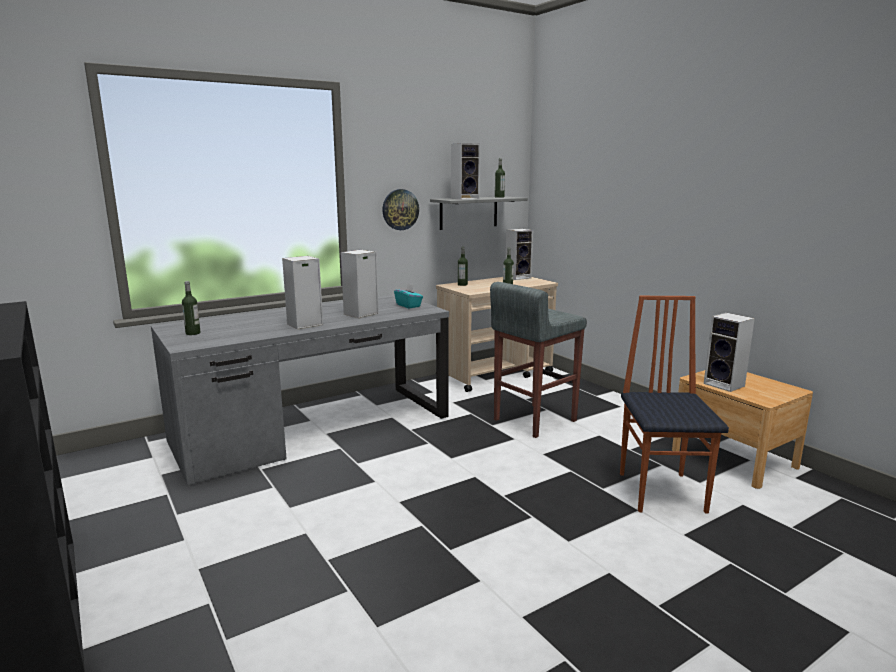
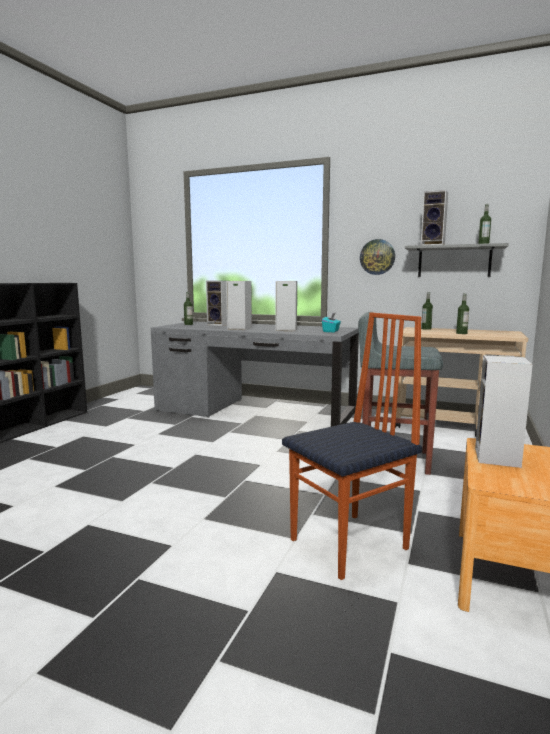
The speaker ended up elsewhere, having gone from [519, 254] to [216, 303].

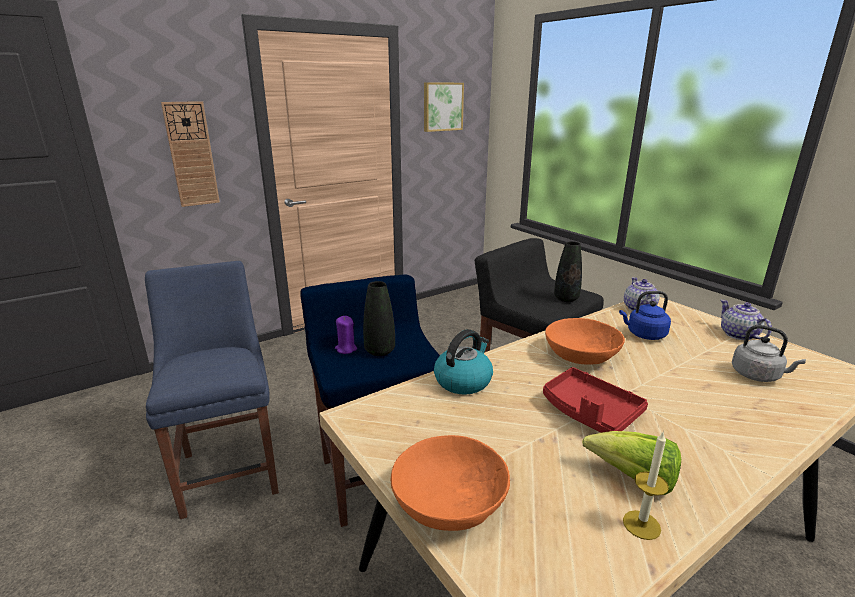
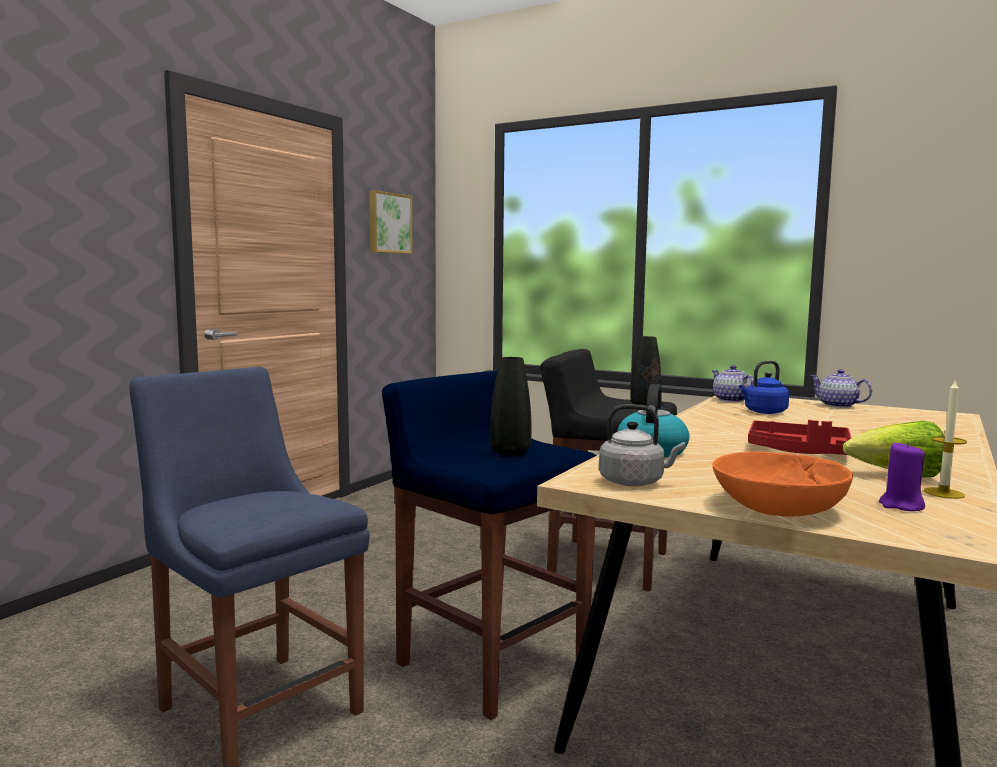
The second view lost the wall clock at [190, 154].
The candle in purple ended up elsewhere, having gone from [346, 335] to [902, 476].
The second view lost the bowl in orange at [585, 341].
The kettle in grey ended up elsewhere, having gone from [769, 353] to [642, 445].

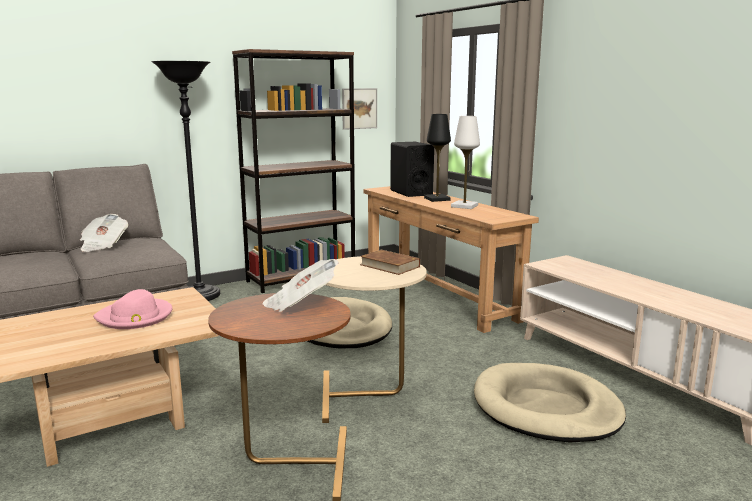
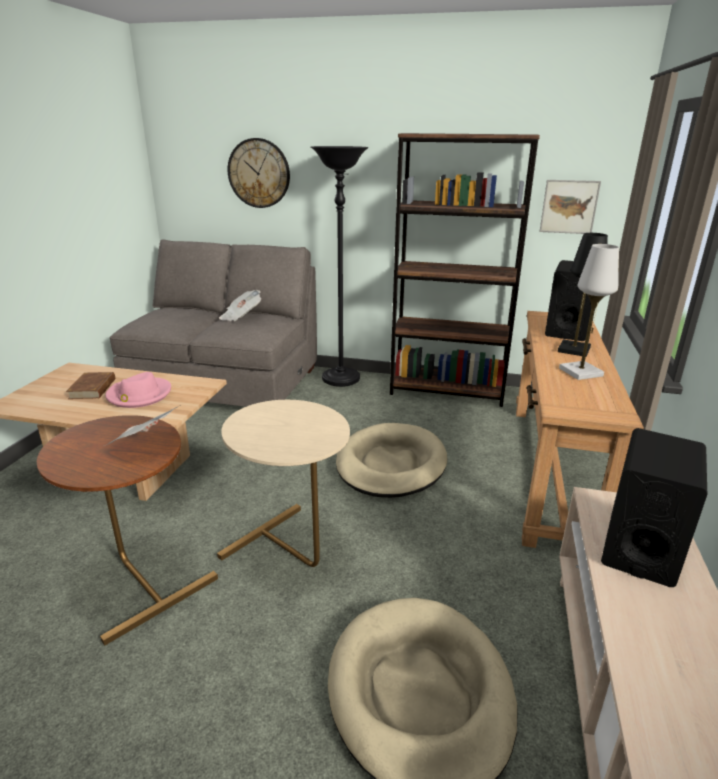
The book in brown ended up elsewhere, having gone from [390, 262] to [90, 385].
The second view gained the wall clock at [259, 173].
The second view gained the speaker in black at [654, 507].

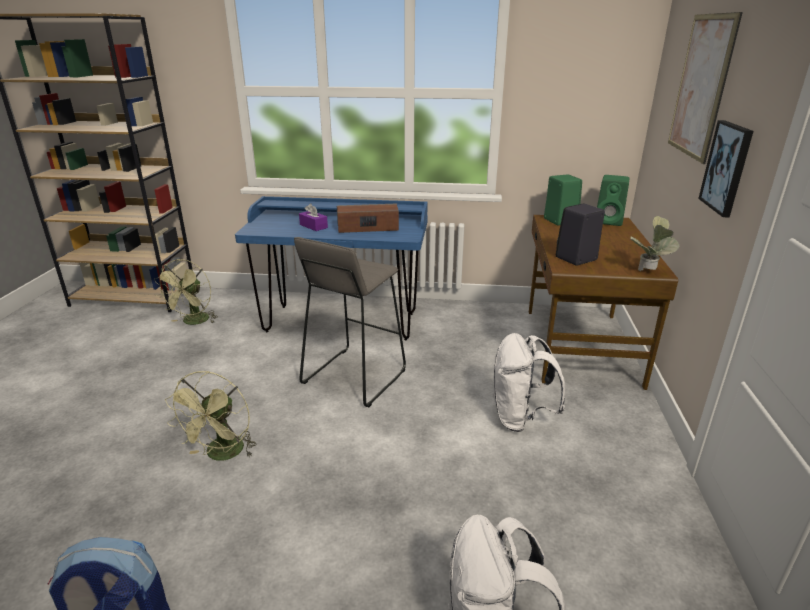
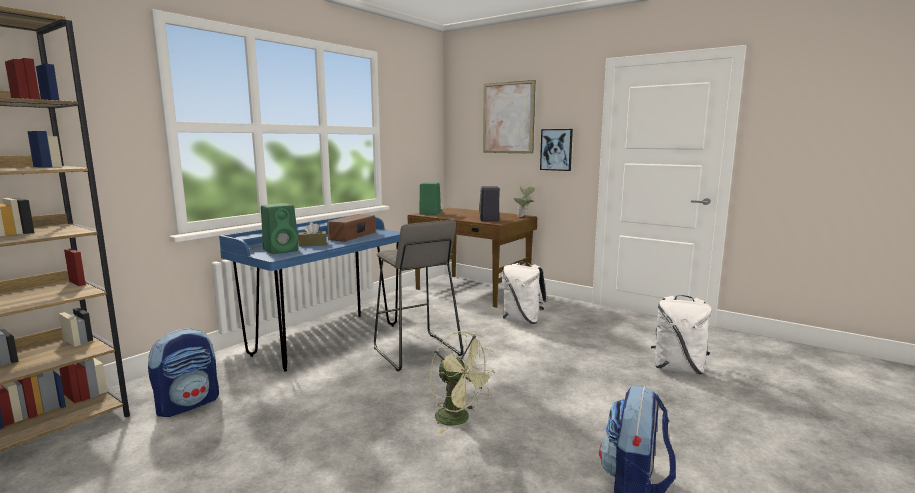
Where the fan in green stood at [186, 292], the backpack came to stand at [183, 372].
What was the tissue box in purple at [313, 217] turned into the tissue box in brown at [312, 234].
The speaker in green ended up elsewhere, having gone from [613, 200] to [280, 228].

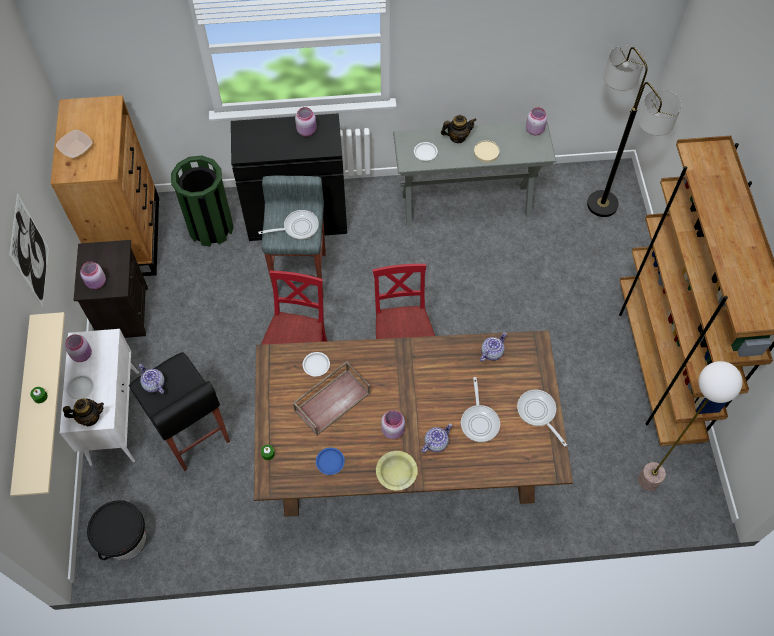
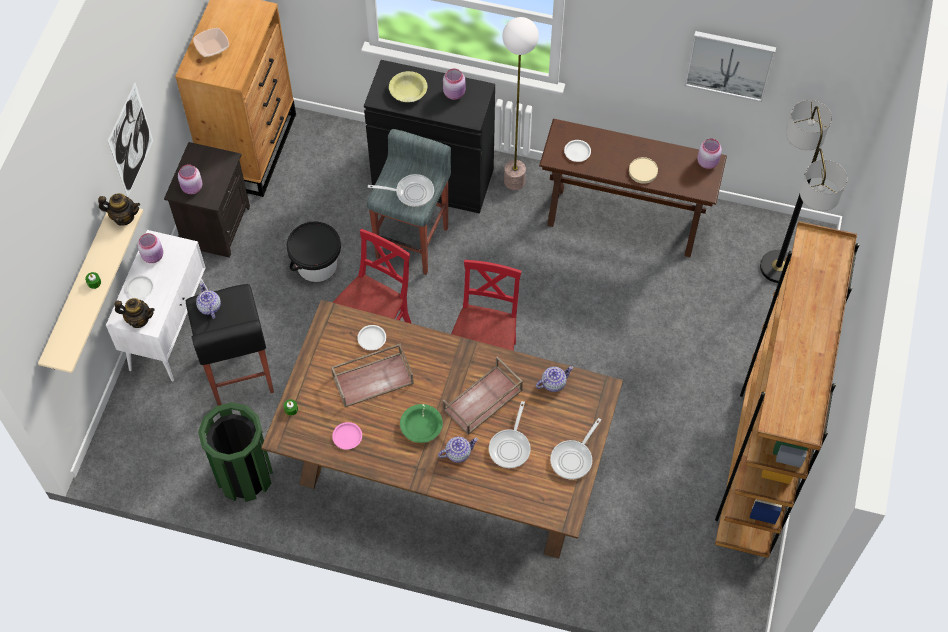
The bucket in black ended up elsewhere, having gone from [116, 530] to [314, 251].
The trash can in green ended up elsewhere, having gone from [202, 201] to [235, 452].
What was the plate in blue at [330, 461] turned into the plate in pink at [347, 435].
The bowl in yellow ended up elsewhere, having gone from [397, 470] to [408, 86].
Where the jar in pink stood at [393, 424], the bowl in green came to stand at [421, 423].
What was the console table in grey at [474, 174] turned into the console table in brown at [633, 188].
The teapot ended up elsewhere, having gone from [459, 129] to [119, 209].
The frying pan at [542, 418] ended up facing another way, 135 degrees counterclockwise from before.
The floor lamp ended up elsewhere, having gone from [690, 426] to [520, 103].
The second view gained the tray in brown at [483, 396].
The second view gained the picture at [730, 66].

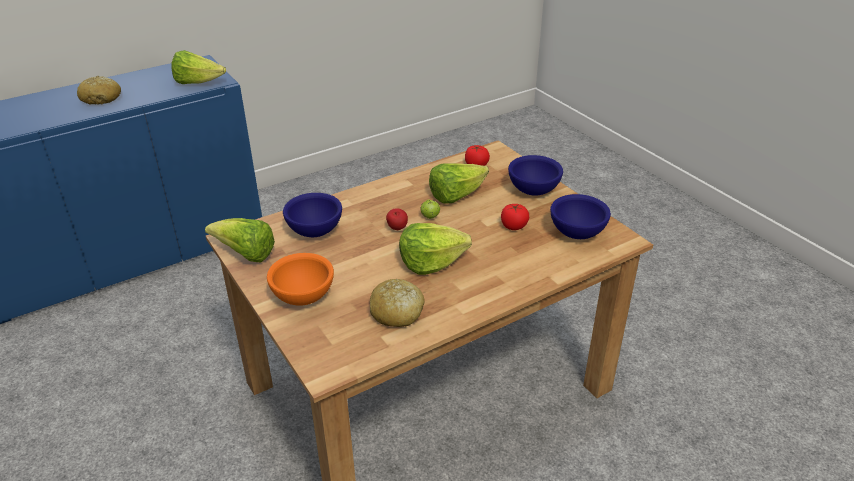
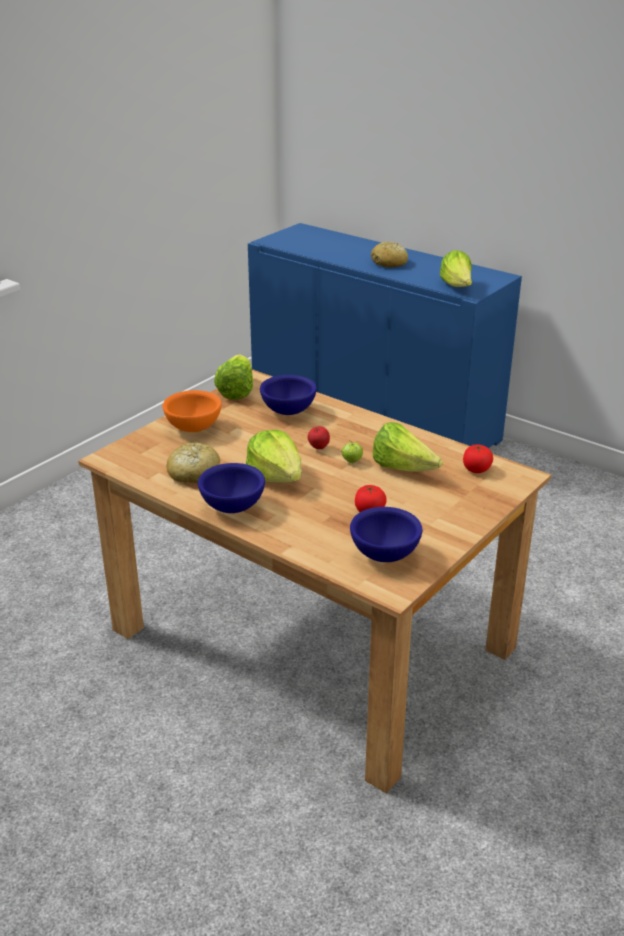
The bowl in blue ended up elsewhere, having gone from [535, 175] to [231, 488].

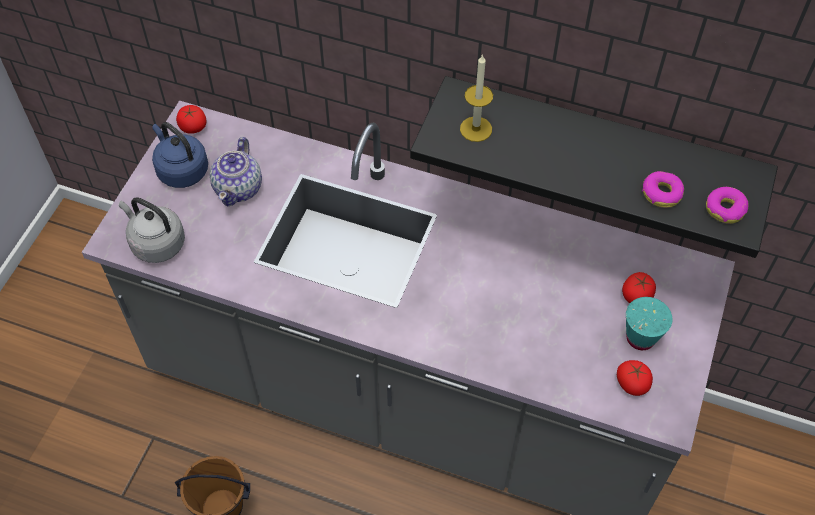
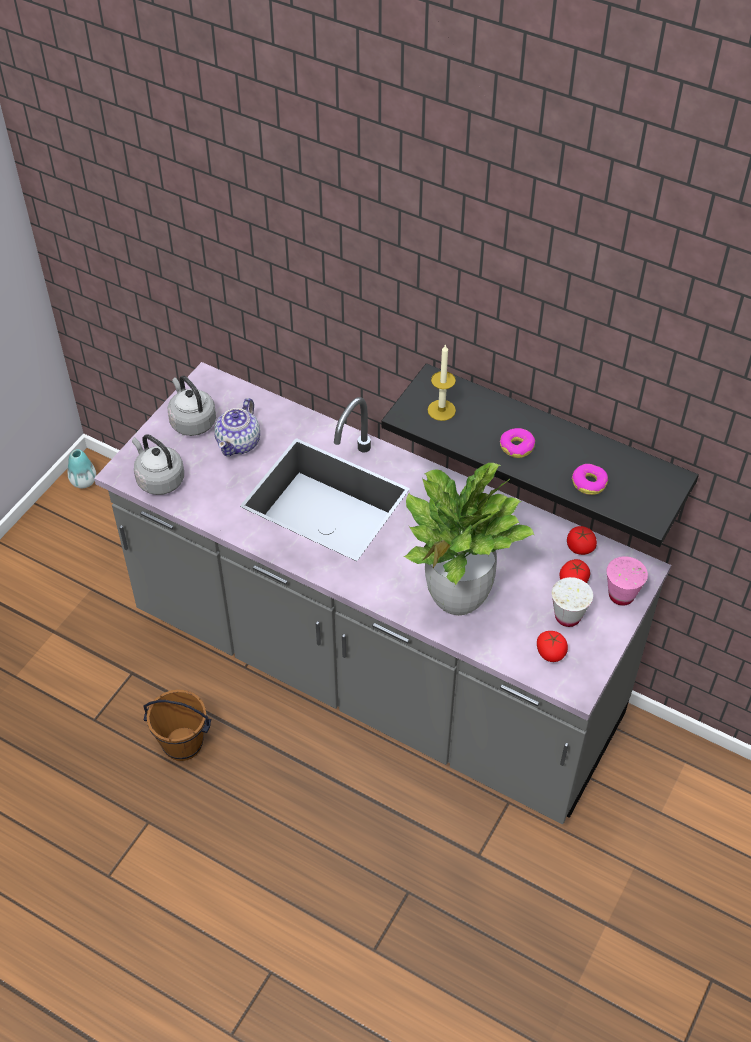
What was the kettle in blue at [180, 155] turned into the kettle in grey at [192, 406].
The tomato ended up elsewhere, having gone from [191, 119] to [582, 540].
What was the cup in turquoise at [649, 323] turned into the cup in white at [572, 602].
The donut ended up elsewhere, having gone from [727, 205] to [517, 443].
The second view gained the vase at [82, 468].
The second view gained the potted plant at [469, 539].
The second view gained the cup in pink at [627, 581].

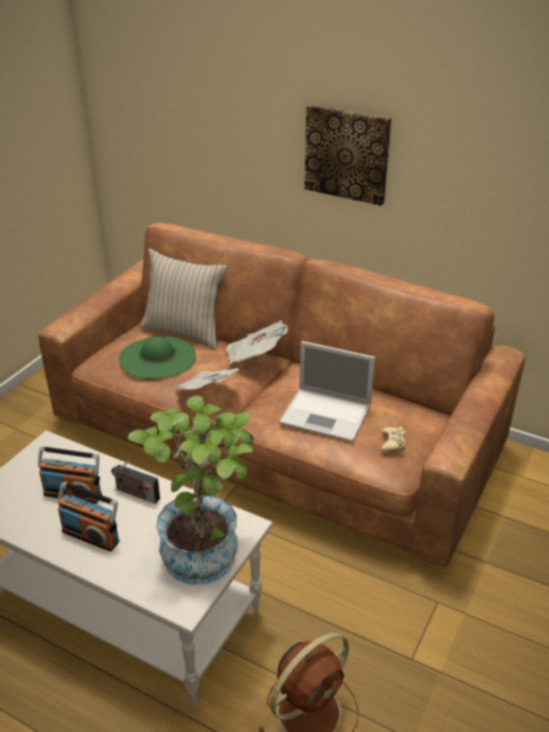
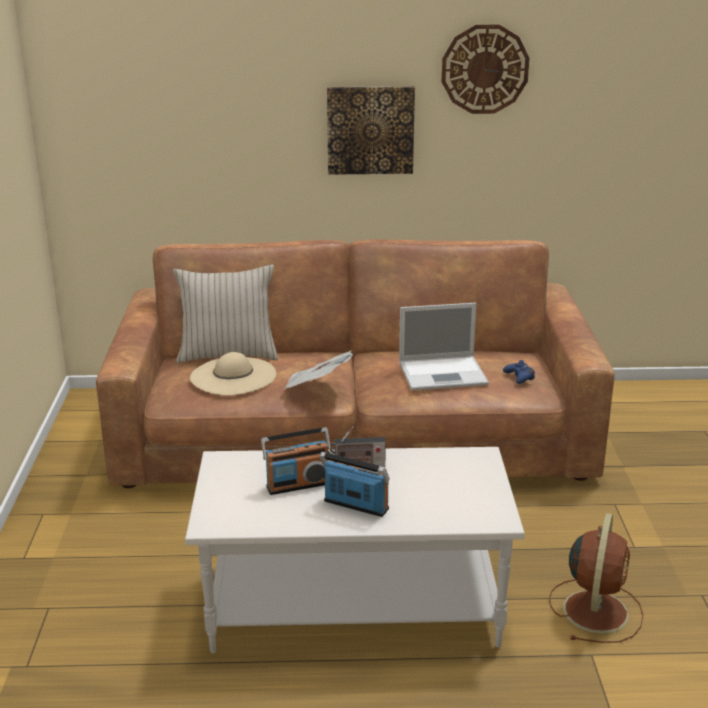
The radio at [88, 516] ended up facing another way, 150 degrees counterclockwise from before.
What was the hat in green at [157, 357] turned into the hat in beige at [233, 374].
The second view lost the potted plant at [191, 490].
The second view lost the newspaper at [257, 342].
What was the game controller in beige at [393, 439] turned into the game controller in blue at [519, 372].
The second view gained the wall clock at [485, 69].

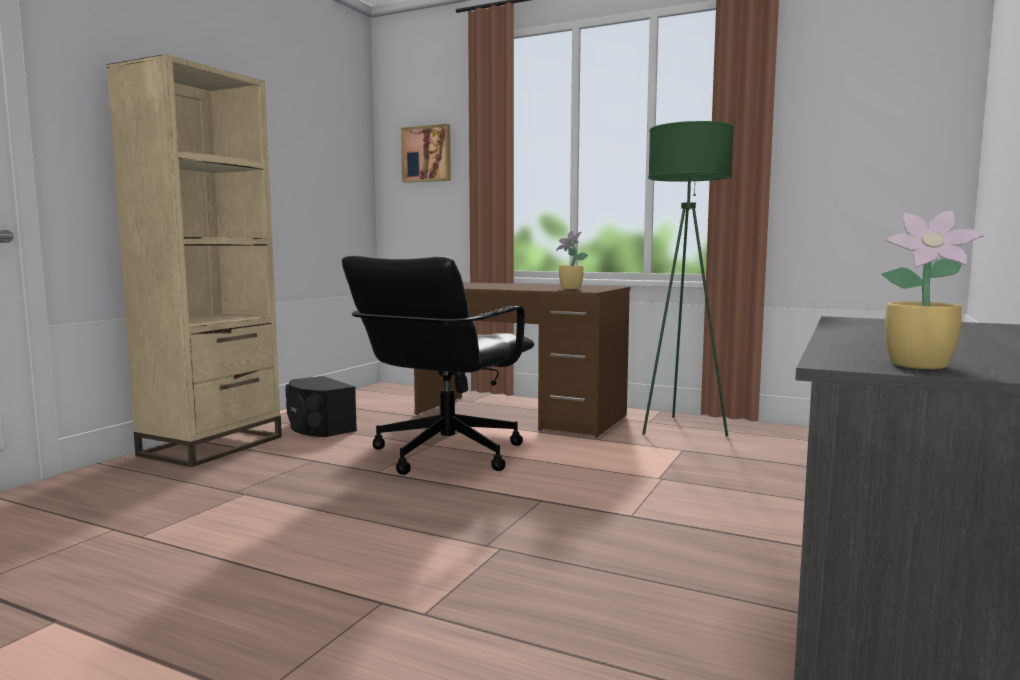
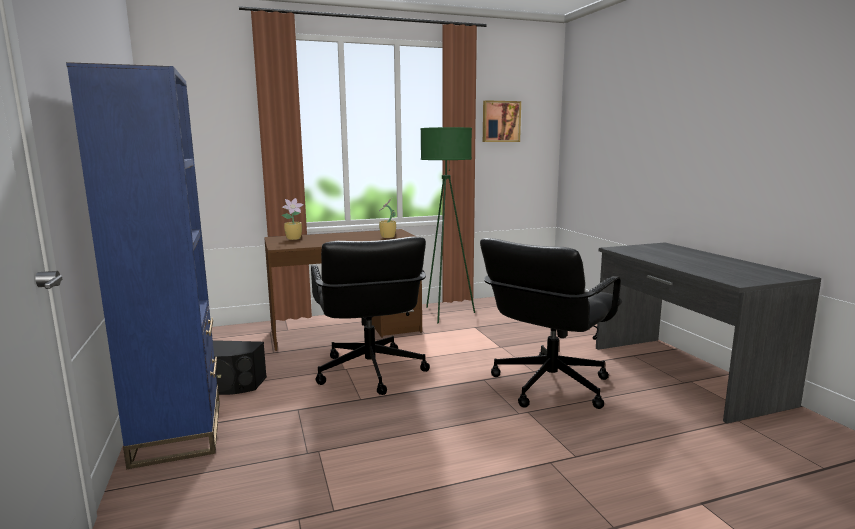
What was the bookcase in beige at [194, 260] turned into the bookcase in blue at [143, 265].
The picture ended up elsewhere, having gone from [426, 153] to [502, 121].
The potted plant ended up elsewhere, having gone from [932, 289] to [292, 219].
The second view gained the office chair in black at [551, 323].

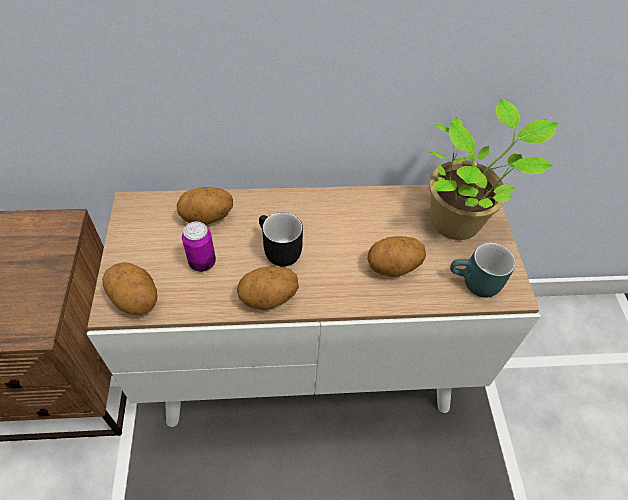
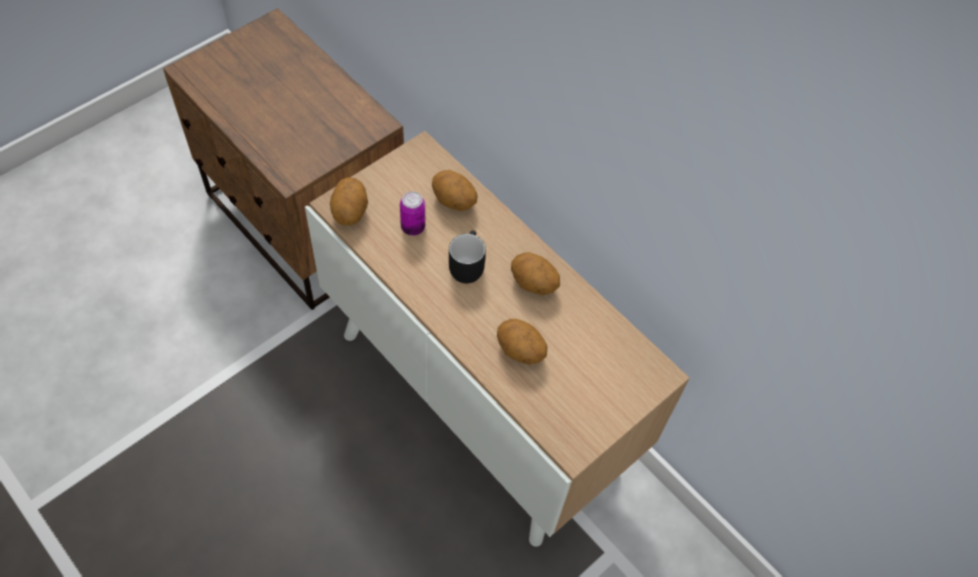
The potato ended up elsewhere, having gone from [268, 288] to [535, 273].
The second view lost the potted plant at [493, 169].
The second view lost the mug in turquoise at [483, 270].

